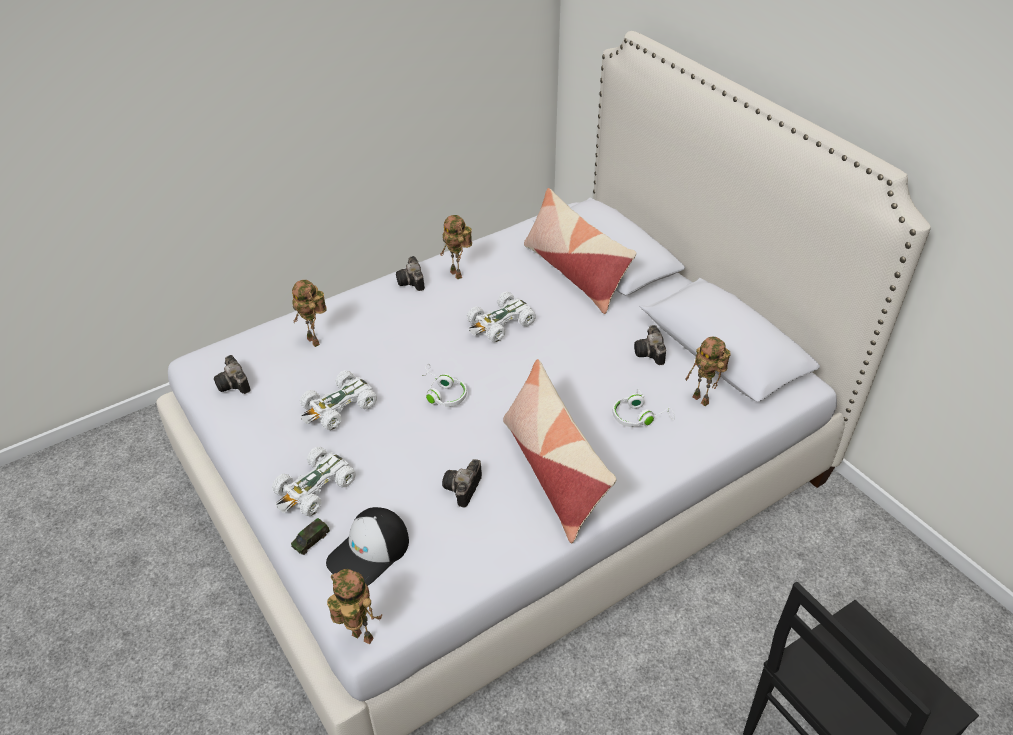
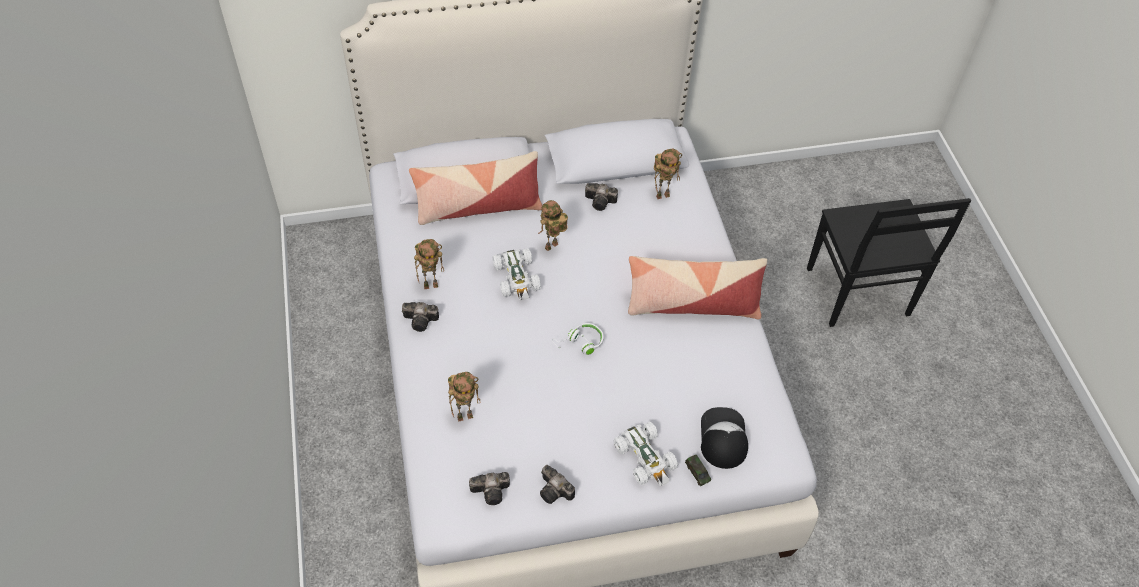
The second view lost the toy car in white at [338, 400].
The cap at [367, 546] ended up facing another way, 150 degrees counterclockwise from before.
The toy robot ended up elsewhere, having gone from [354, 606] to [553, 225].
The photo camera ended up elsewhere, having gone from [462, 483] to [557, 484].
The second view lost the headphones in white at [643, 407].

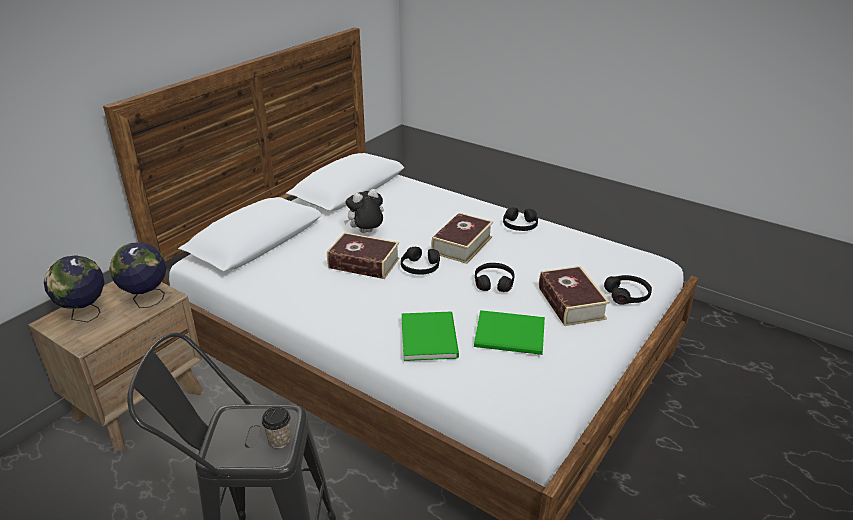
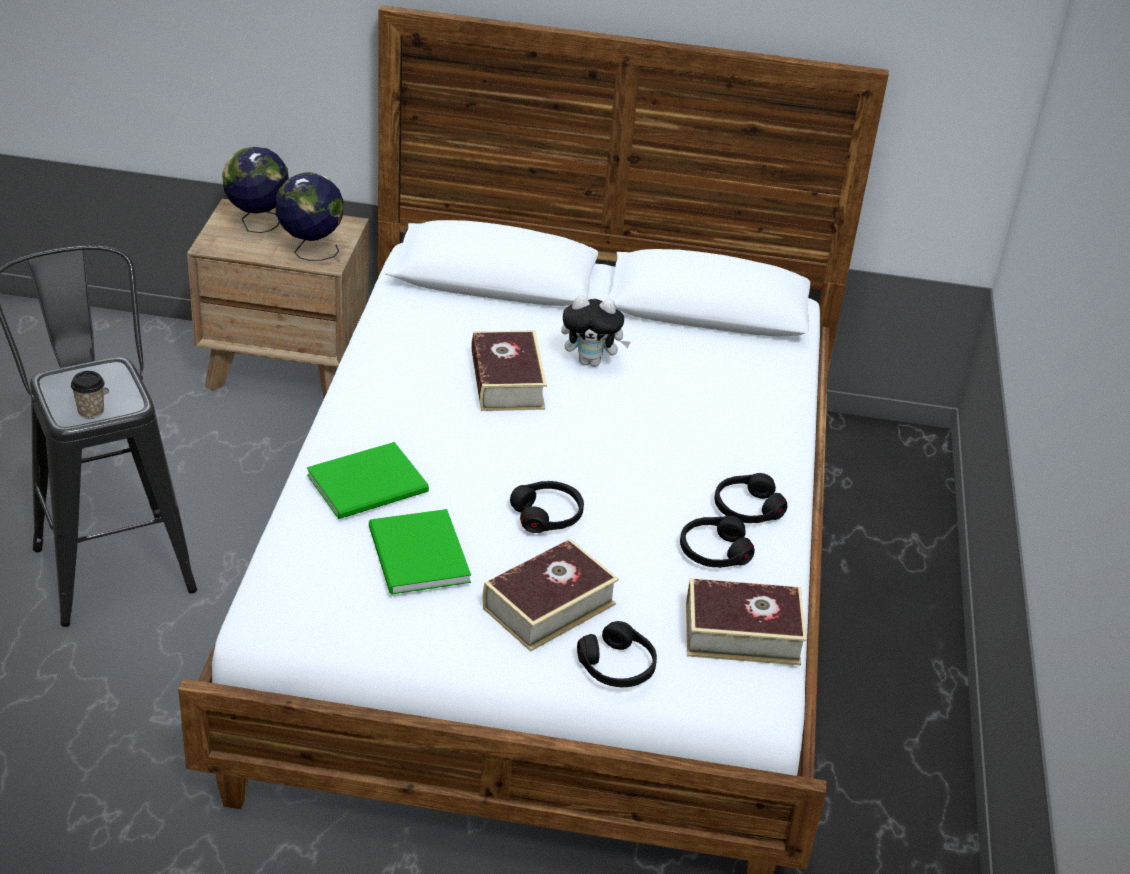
The plush toy at [364, 211] ended up facing another way, 150 degrees clockwise from before.
The headphones in black ended up elsewhere, having gone from [420, 261] to [717, 542].
The book ended up elsewhere, having gone from [462, 238] to [746, 621].

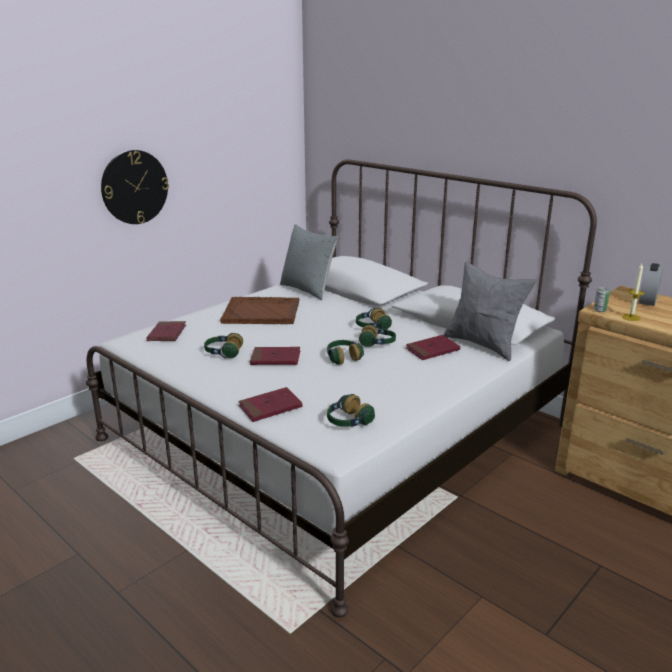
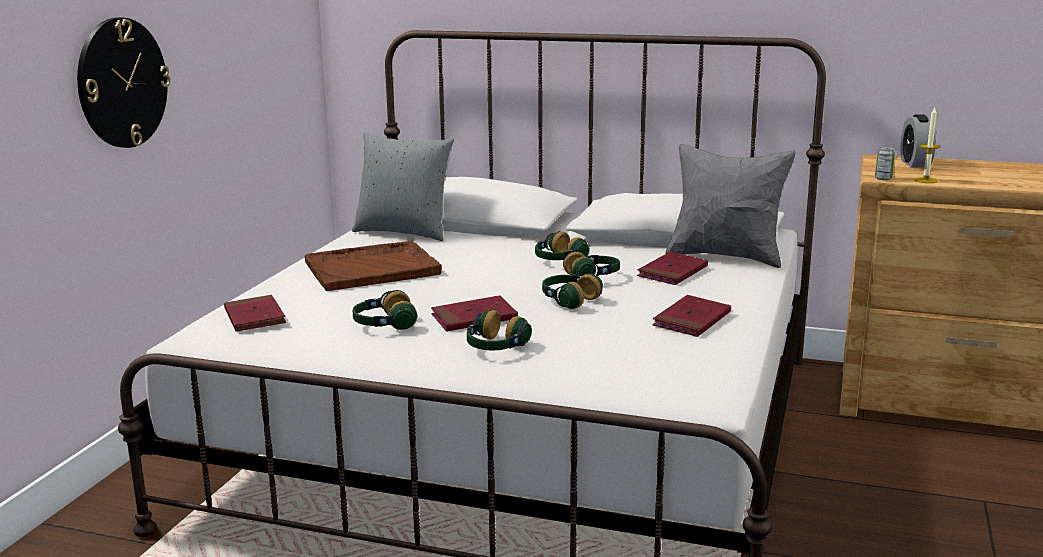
The book in red ended up elsewhere, having gone from [270, 404] to [691, 316].
The headphones ended up elsewhere, having gone from [351, 410] to [499, 330].

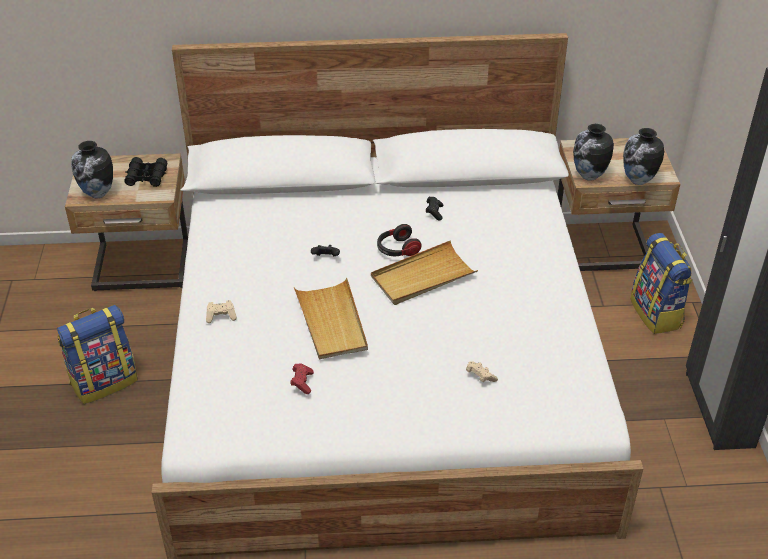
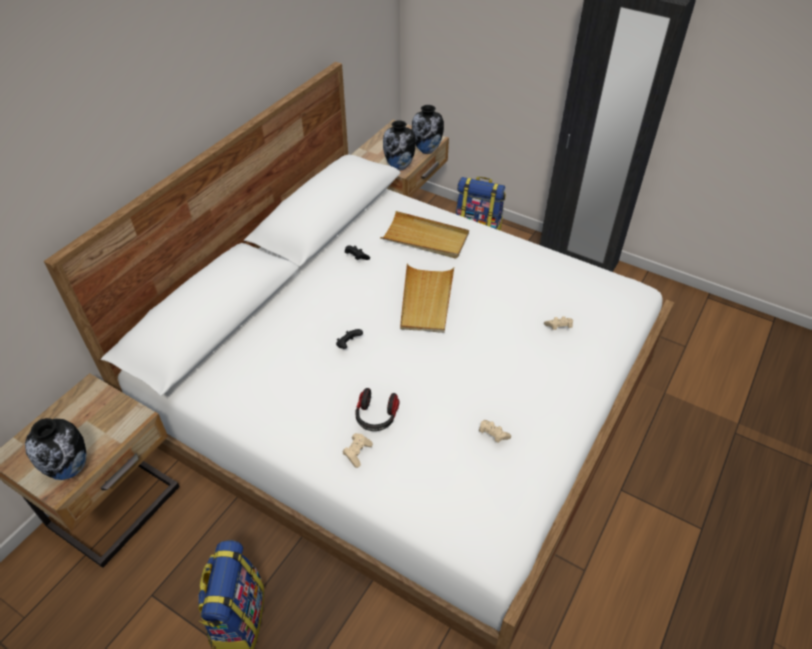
The second view lost the binoculars in black at [145, 172].
What was the game controller in red at [302, 378] turned into the game controller in beige at [495, 431].
The tray in beige ended up elsewhere, having gone from [331, 318] to [424, 235].
The headphones ended up elsewhere, having gone from [399, 240] to [377, 409].

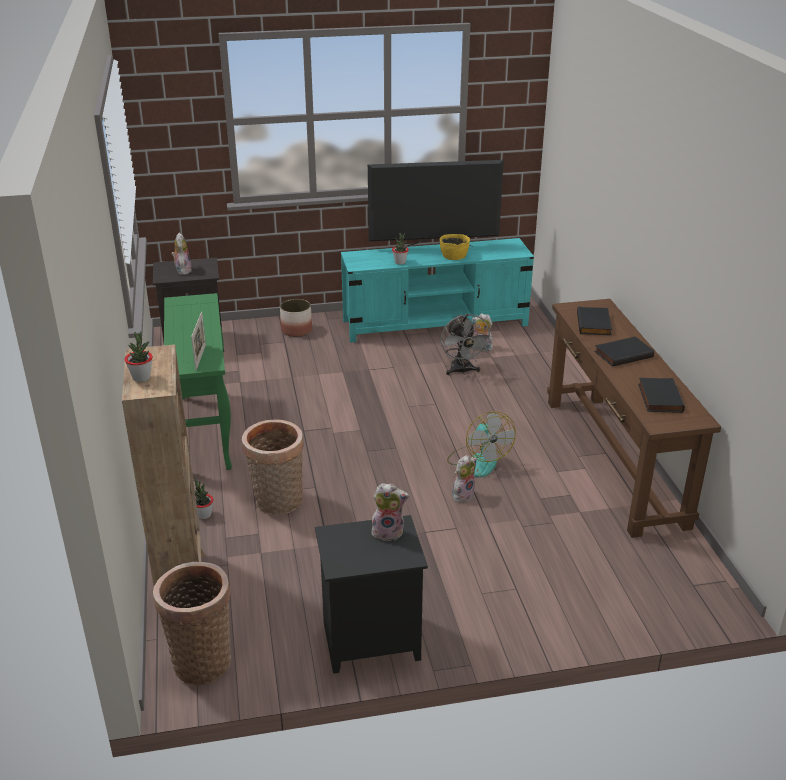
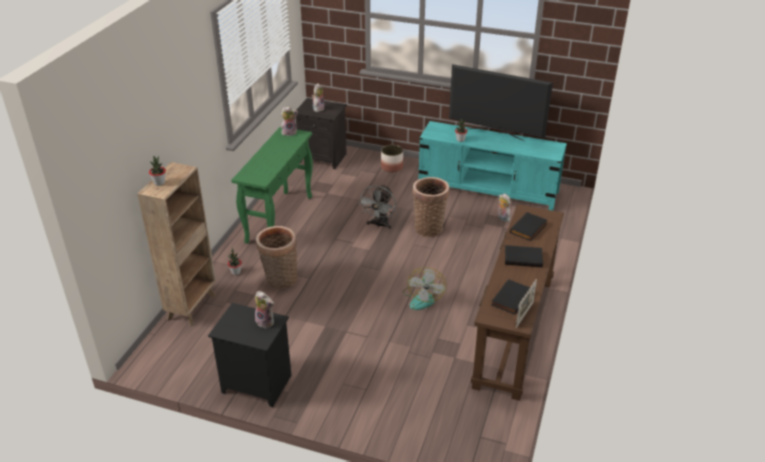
The basket ended up elsewhere, having gone from [192, 623] to [431, 207].
The picture frame ended up elsewhere, having gone from [198, 341] to [526, 303].
The second view lost the bowl in yellow at [455, 247].
The fan in grey ended up elsewhere, having gone from [467, 344] to [377, 206].
The plush toy ended up elsewhere, having gone from [464, 479] to [289, 121].

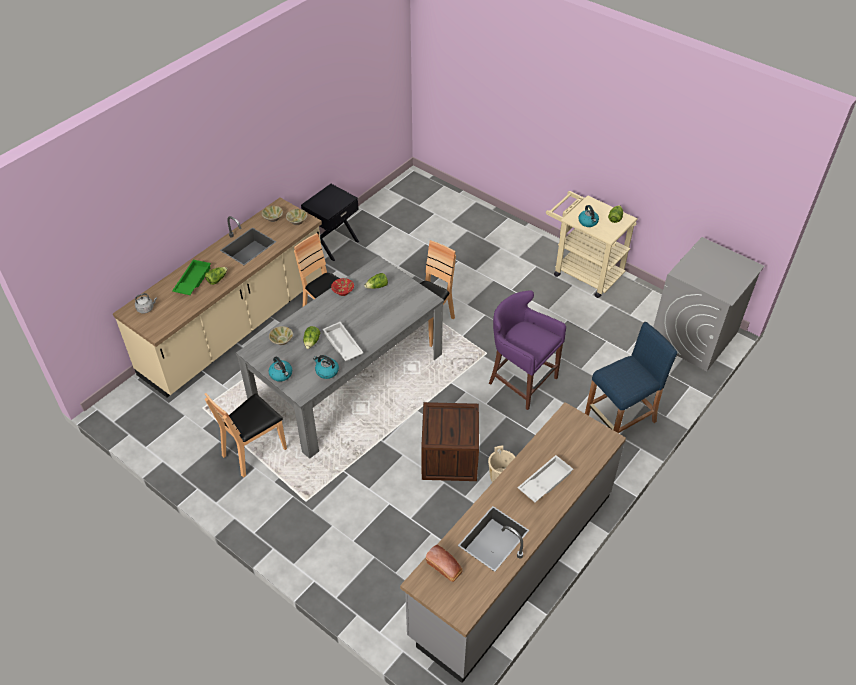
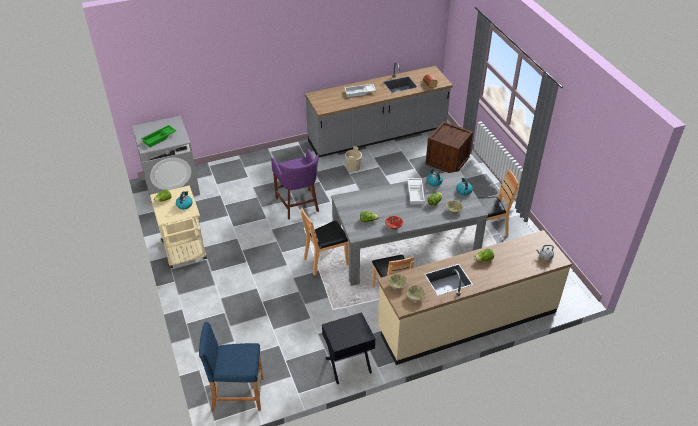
The tray in green ended up elsewhere, having gone from [191, 277] to [158, 136].
The crate ended up elsewhere, having gone from [450, 441] to [449, 147].
The stool in blue ended up elsewhere, having gone from [631, 377] to [231, 366].

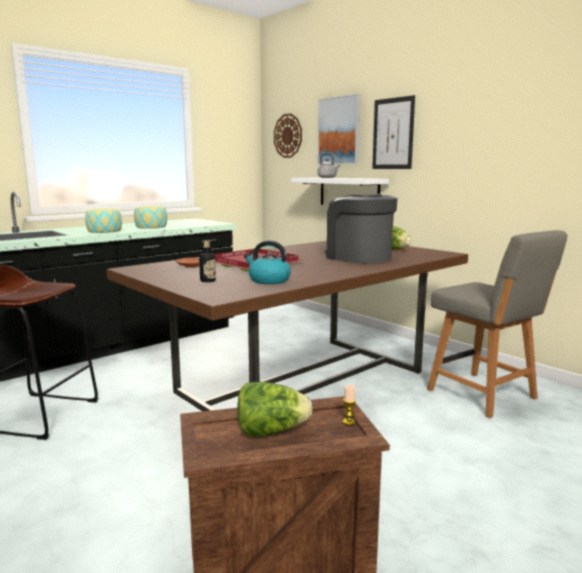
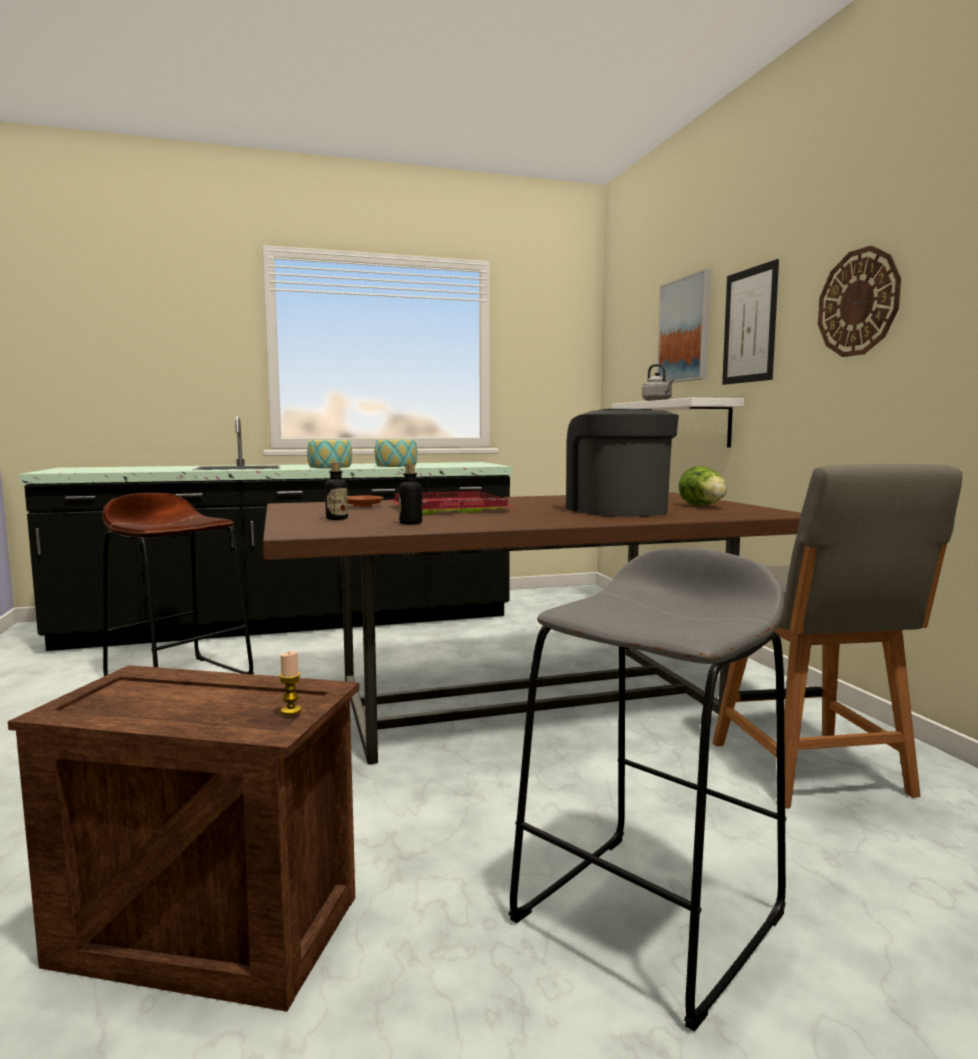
The second view lost the lettuce at [275, 409].
Where the kettle stood at [267, 262], the bottle came to stand at [410, 494].
The wall clock ended up elsewhere, having gone from [288, 135] to [859, 301].
The second view gained the stool in grey at [647, 790].

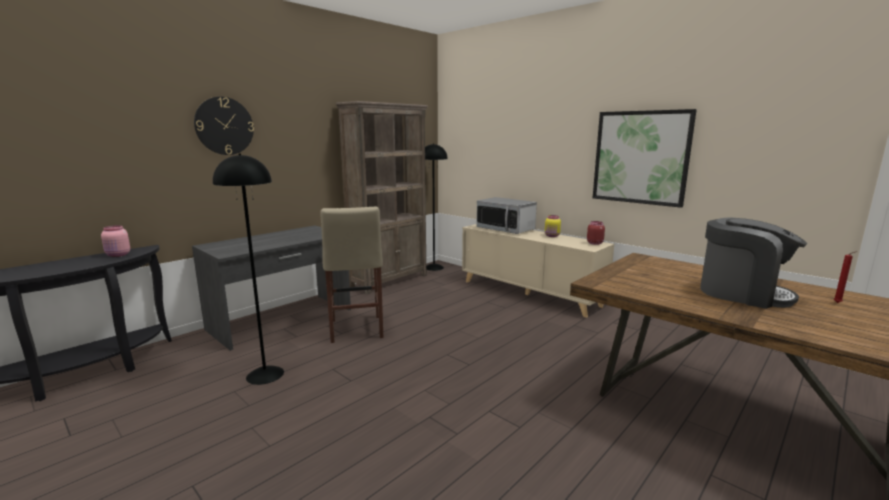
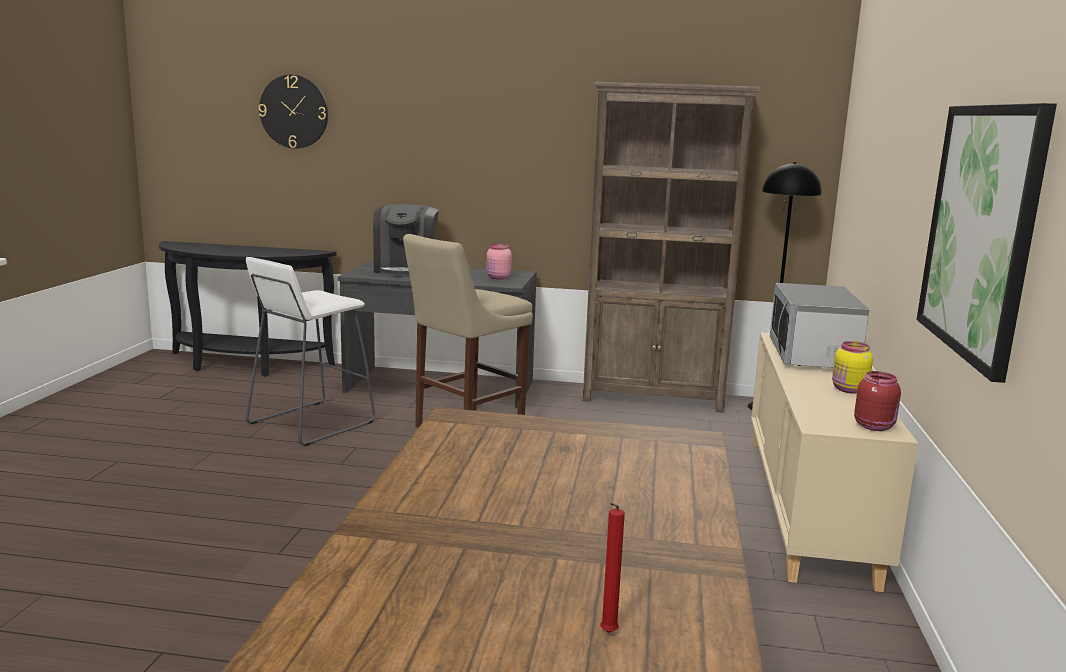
The jar in pink ended up elsewhere, having gone from [115, 241] to [499, 261].
The wall clock ended up elsewhere, having gone from [224, 126] to [293, 112].
Where the floor lamp in black stood at [248, 269], the stool in white came to stand at [310, 351].
The coffee machine ended up elsewhere, having gone from [753, 263] to [406, 240].

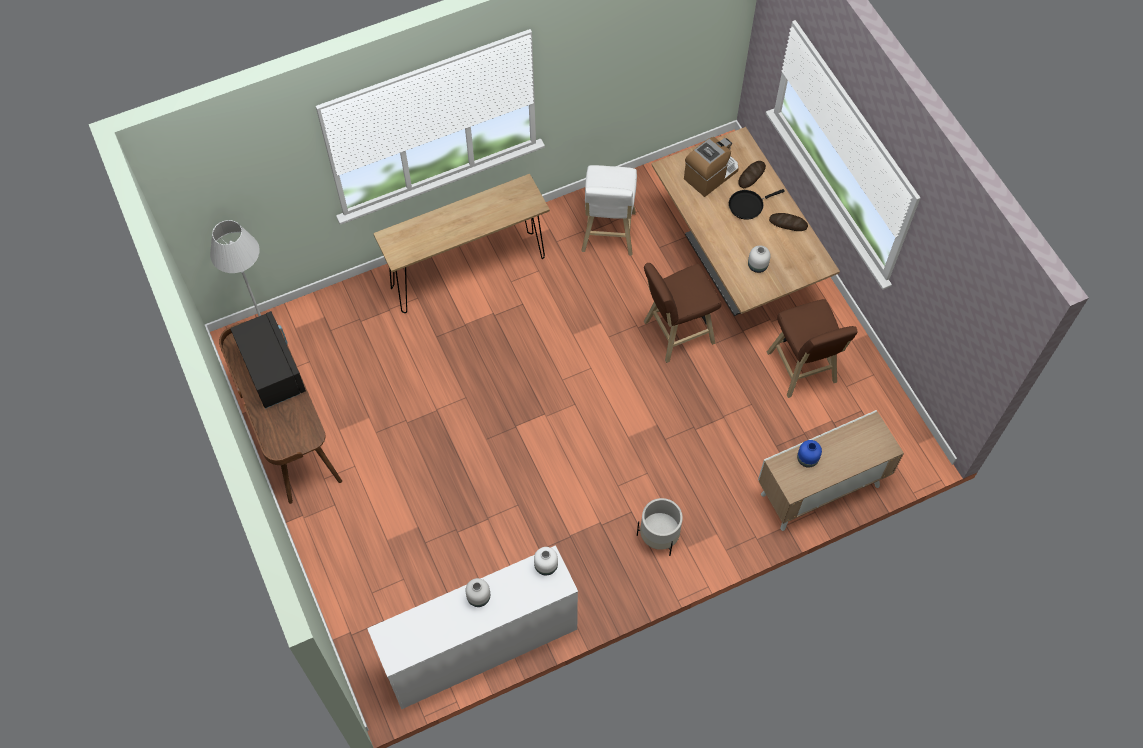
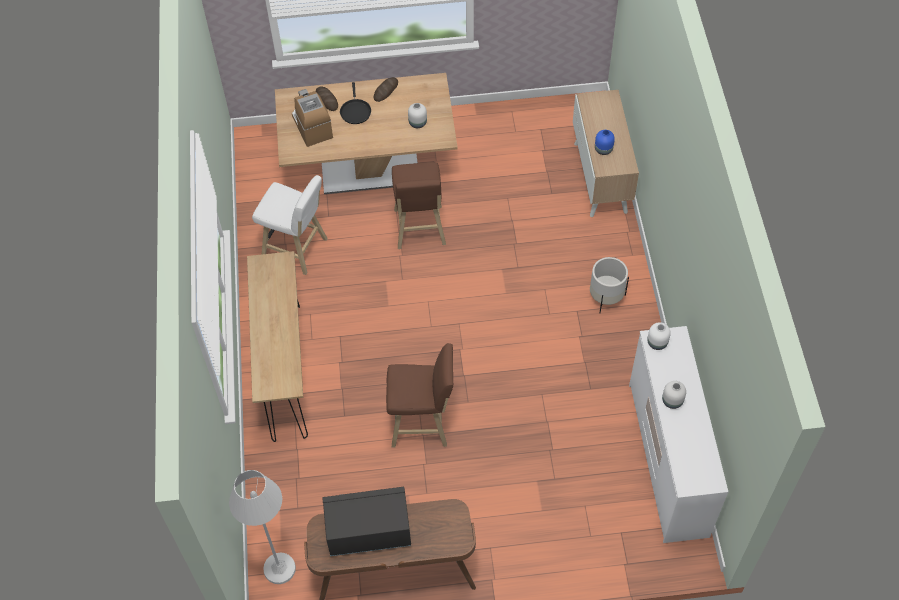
The stool in brown ended up elsewhere, having gone from [812, 348] to [419, 395].

